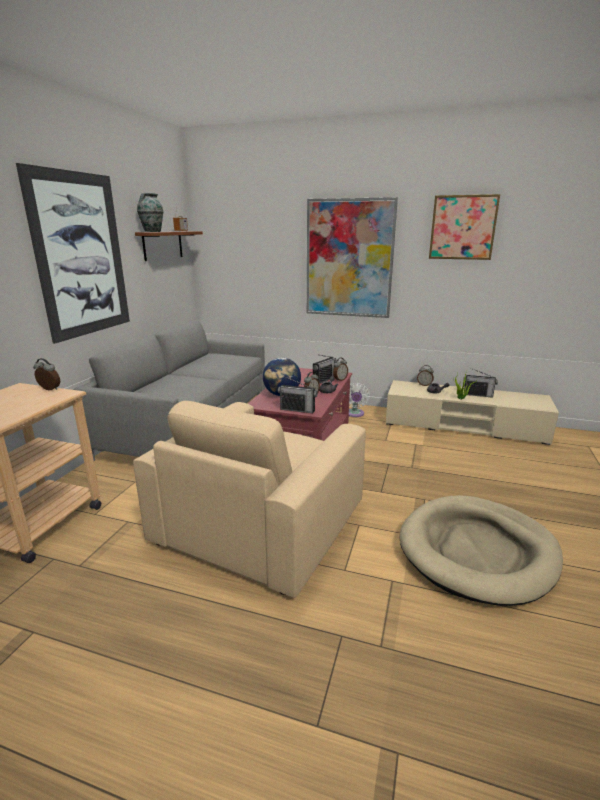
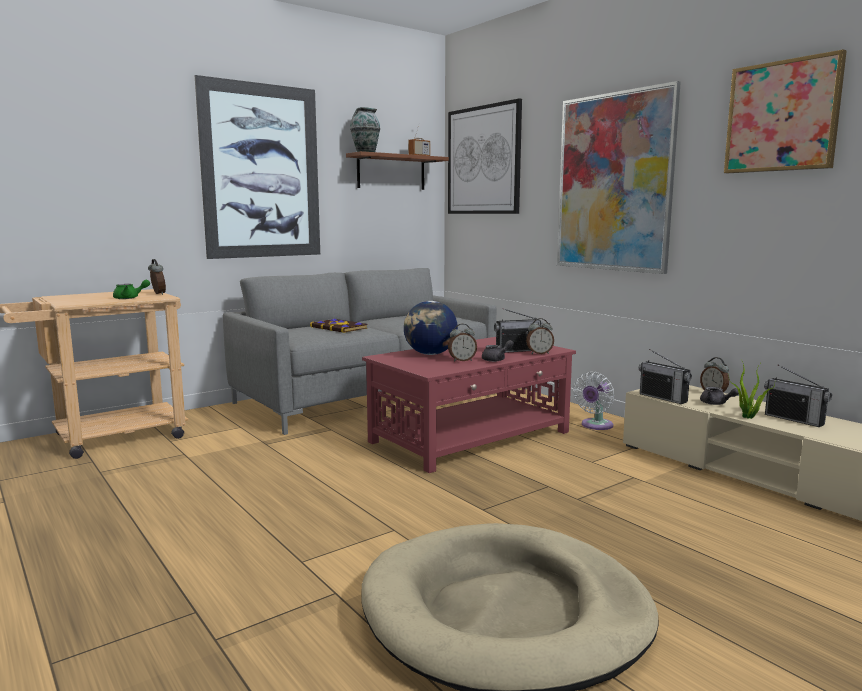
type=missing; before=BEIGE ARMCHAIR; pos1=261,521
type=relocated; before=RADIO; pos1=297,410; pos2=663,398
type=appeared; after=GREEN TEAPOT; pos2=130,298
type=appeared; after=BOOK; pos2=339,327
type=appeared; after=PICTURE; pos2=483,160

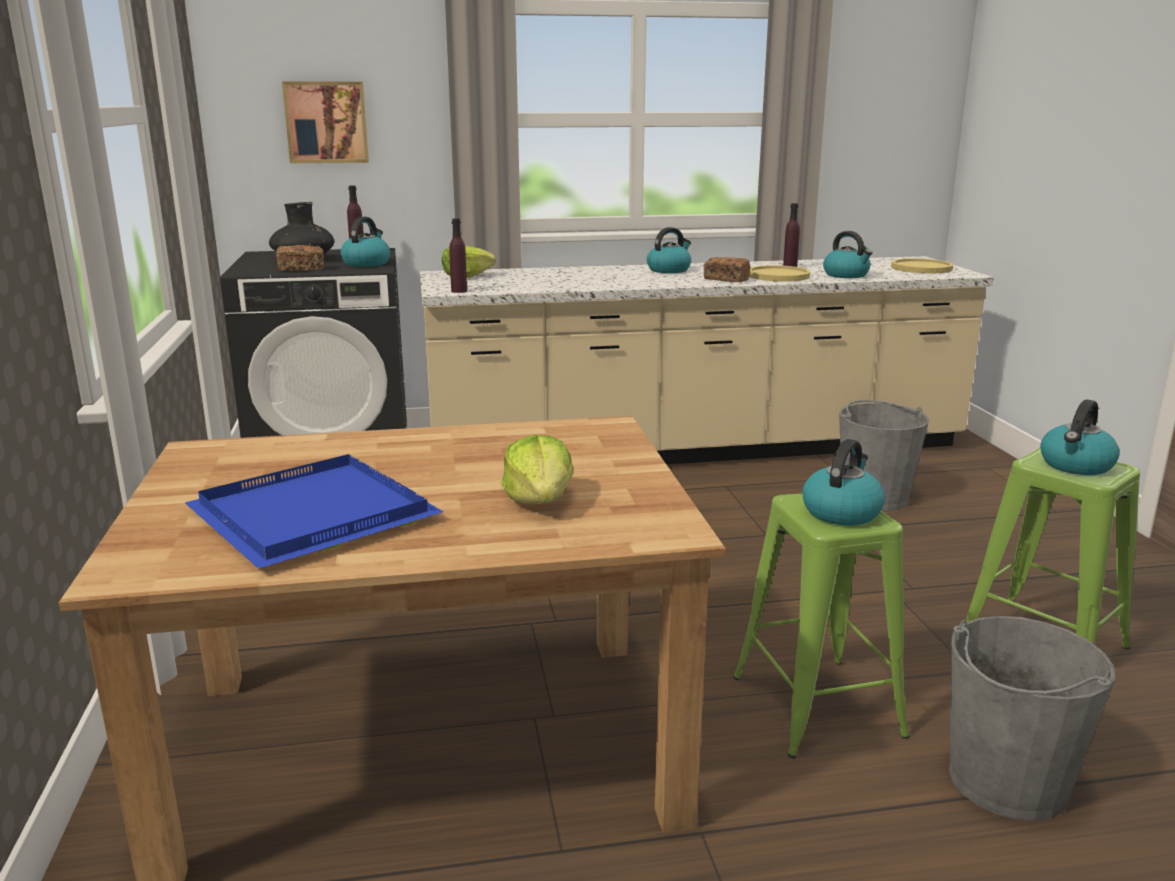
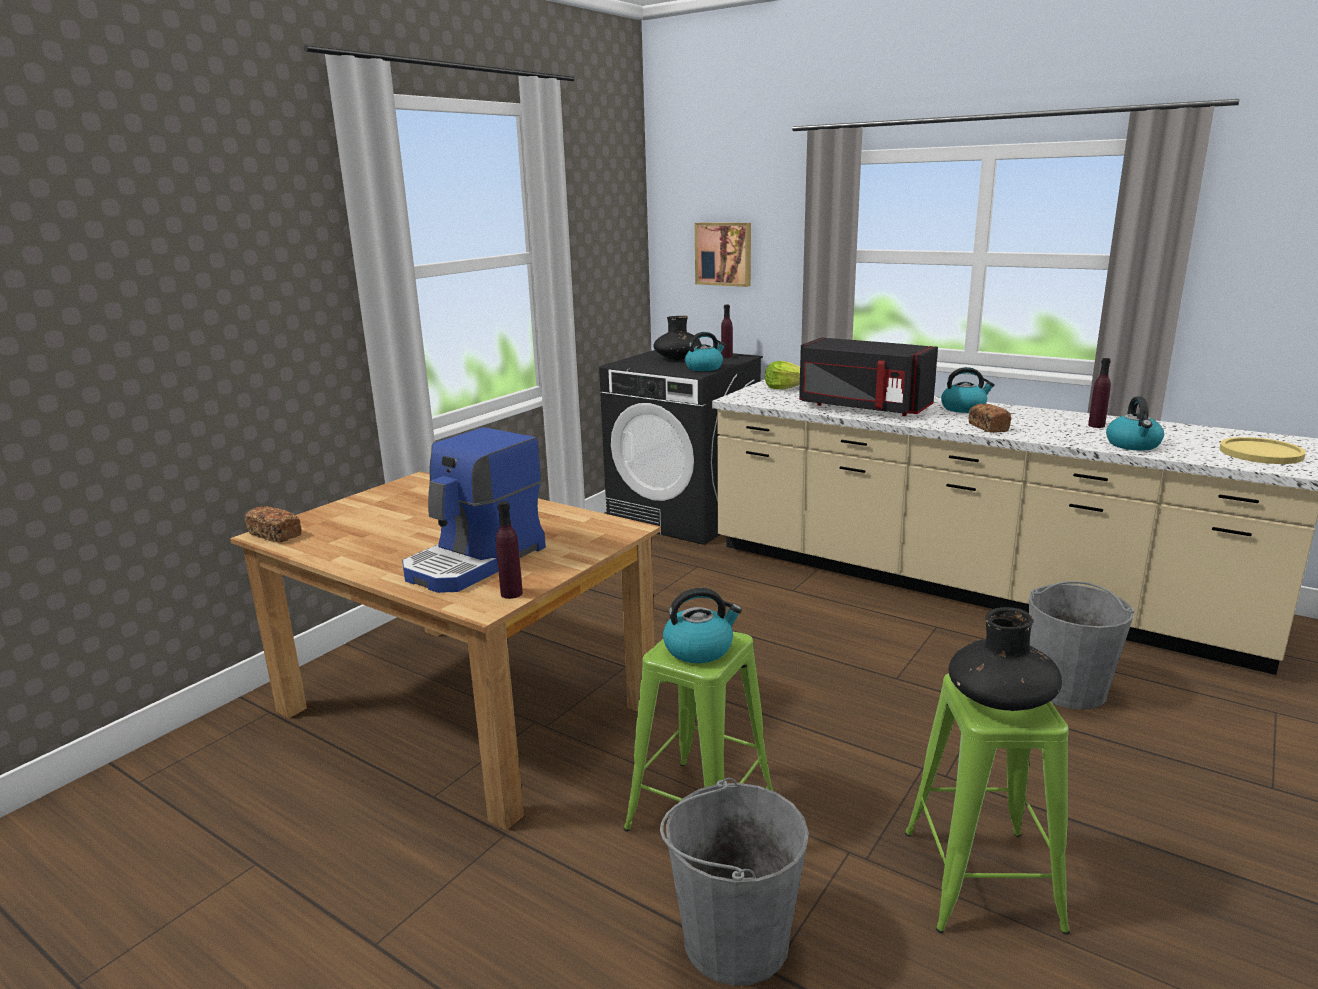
type=missing; before=BLUE TRAY; pos1=308,515
type=relocated; before=BREAD; pos1=301,269; pos2=275,535
type=relocated; before=PURPLE BOTTLE; pos1=459,291; pos2=511,593
type=exchanged; before=LETTUCE; after=COFFEE MACHINE; pos1=540,500; pos2=476,562
type=missing; before=YELLOW PLATE; pos1=778,275
type=exchanged; before=KETTLE; after=BLACK VASE; pos1=1076,465; pos2=1000,699
type=appeared; after=BLACK MICROWAVE; pos2=862,407

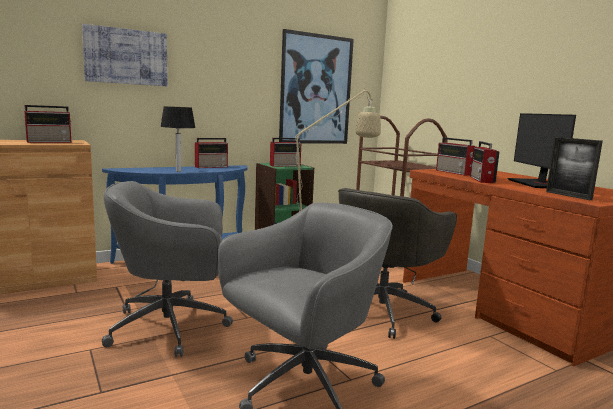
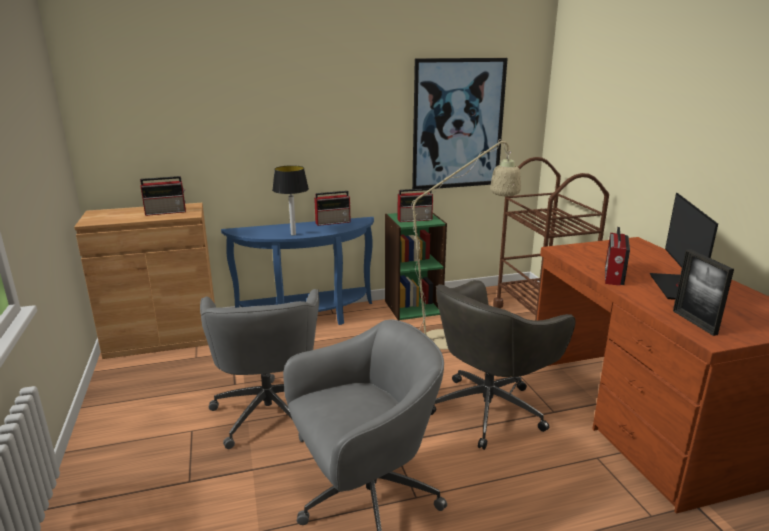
type=missing; before=PICTURE; pos1=126,56
type=spun; before=GREY OFFICE CHAIR; pos1=172,327; pos2=269,410; turn=-105
type=missing; before=RADIO; pos1=454,172

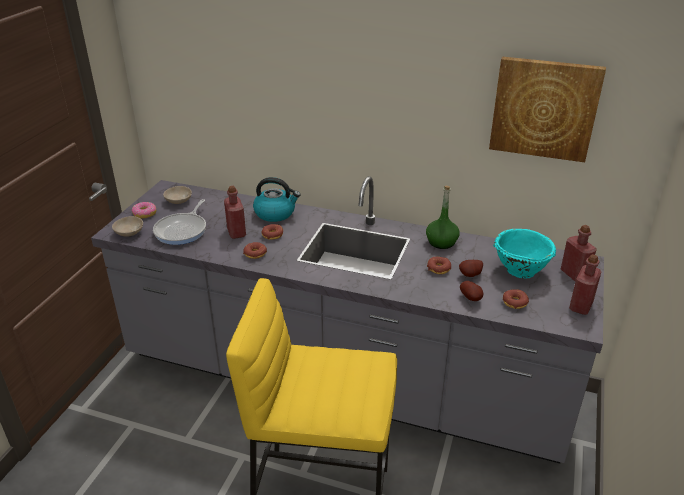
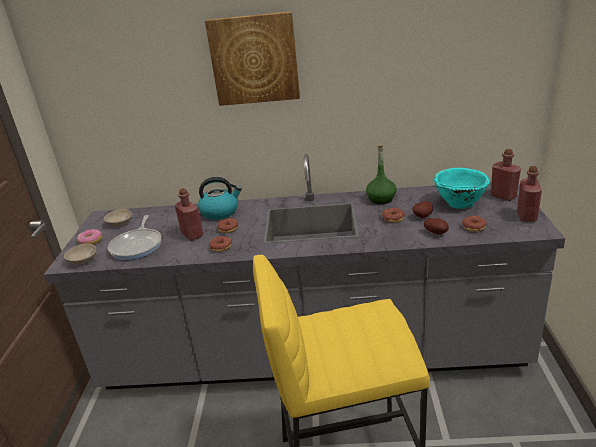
type=relocated; before=PICTURE; pos1=544,108; pos2=254,59

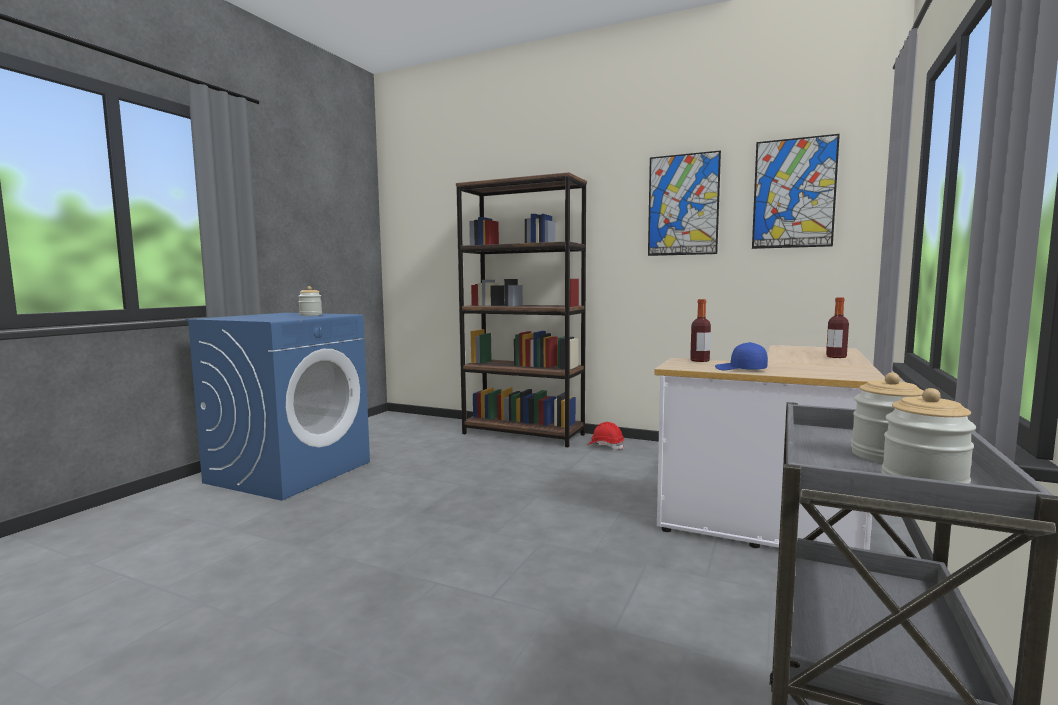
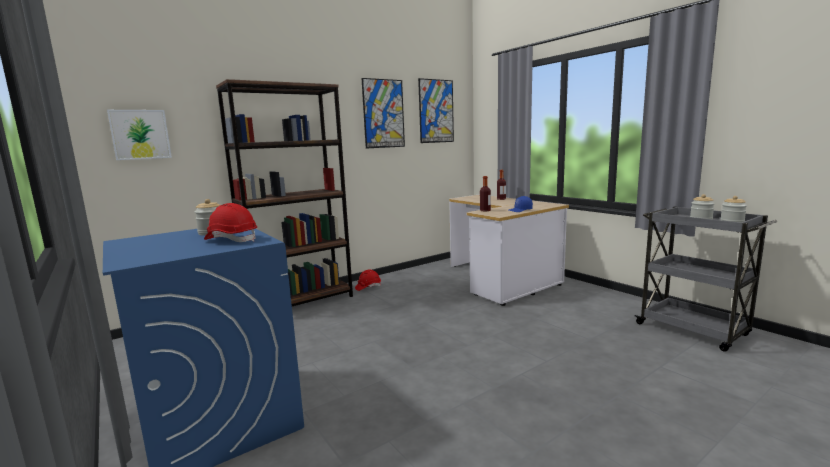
type=appeared; after=PICTURE; pos2=140,134
type=appeared; after=RED HARD HAT; pos2=232,240

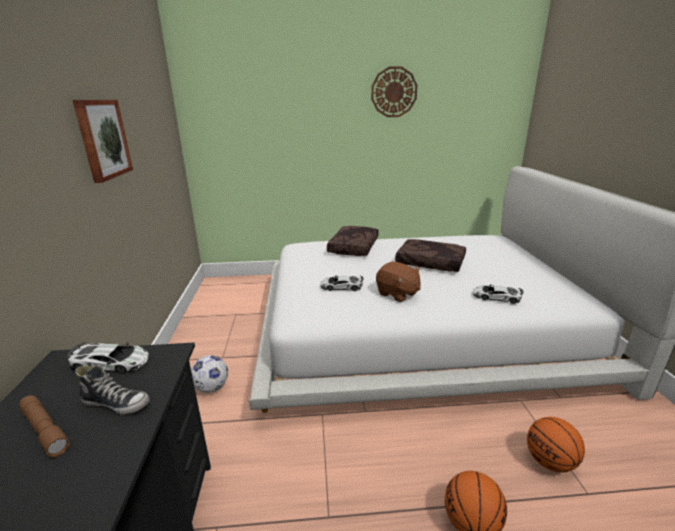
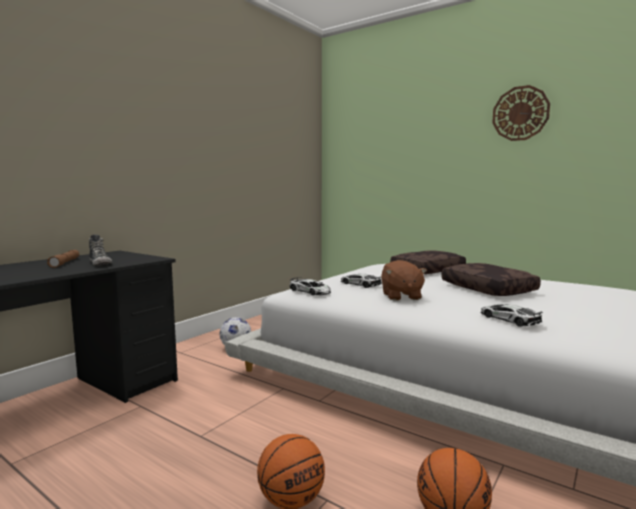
type=relocated; before=TOY CAR; pos1=112,363; pos2=310,291
type=missing; before=PICTURE; pos1=102,139

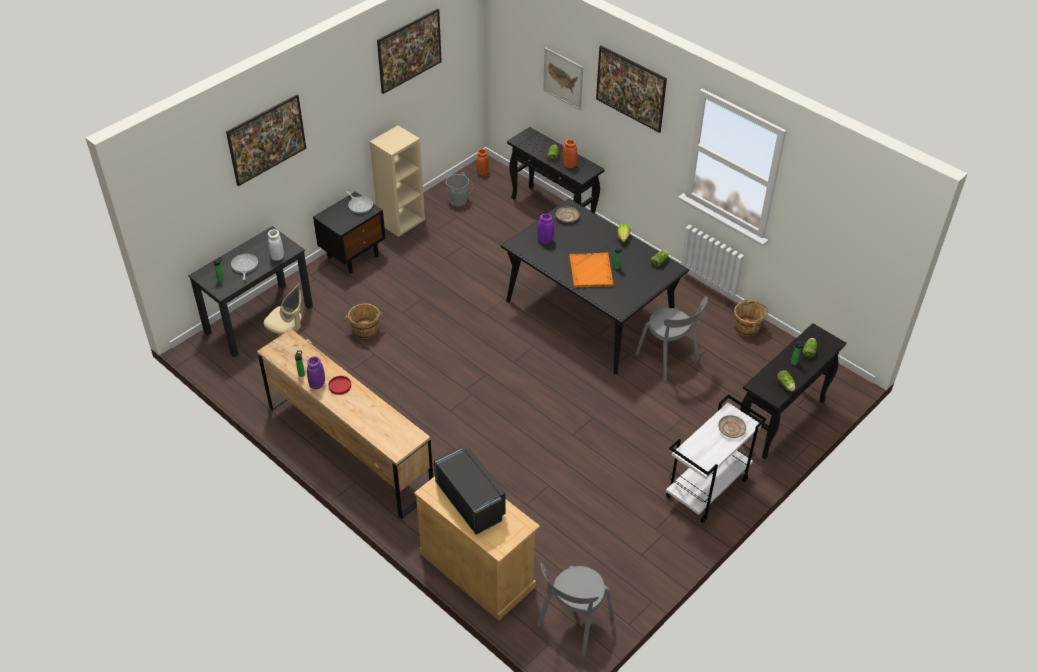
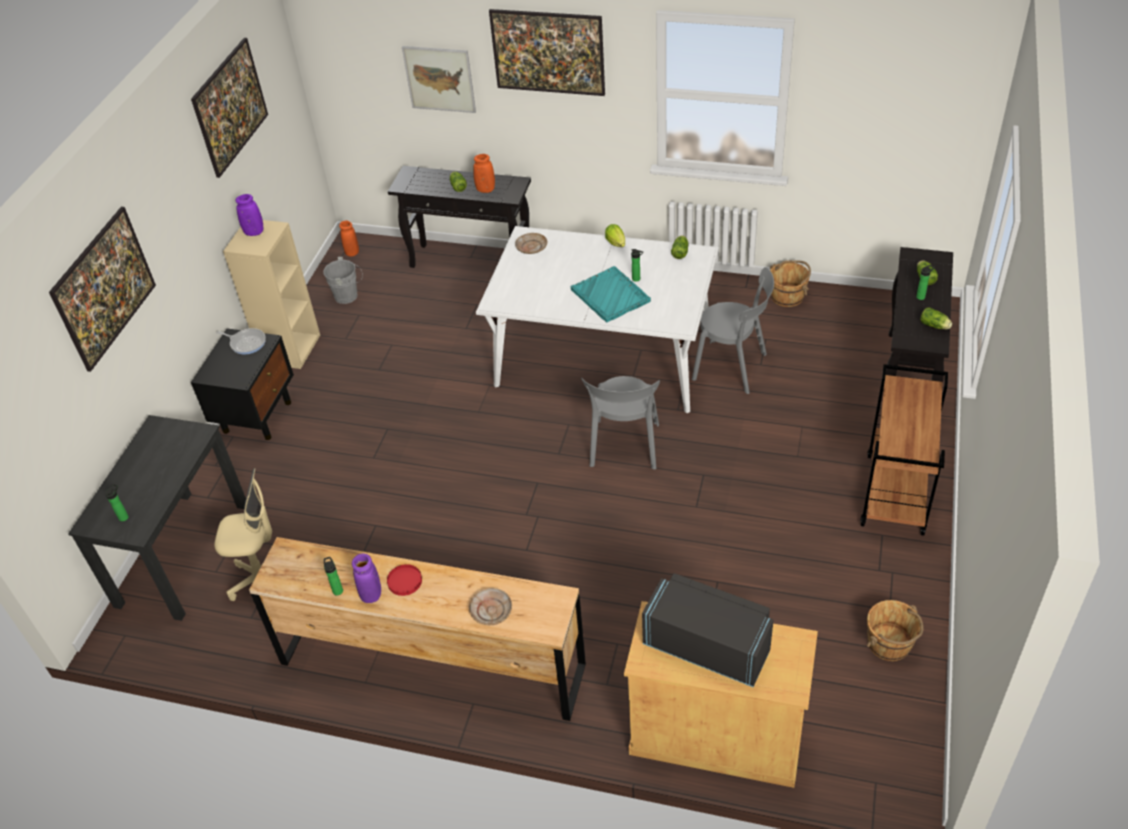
type=missing; before=FRYING PAN; pos1=244,266
type=missing; before=WHITE VASE; pos1=277,256
type=relocated; before=BROWN BUCKET; pos1=365,330; pos2=890,644
type=colour; before=BLACK DINING TABLE; after=WHITE DINING TABLE; pos1=590,313; pos2=605,356
type=relocated; before=PURPLE VASE; pos1=545,240; pos2=254,232
type=relocated; before=GREY CHAIR; pos1=573,623; pos2=624,448
type=colour; before=ORANGE TRAY; after=TURQUOISE TRAY; pos1=591,271; pos2=610,296
type=colour; before=WHITE CART; after=BROWN CART; pos1=707,489; pos2=895,495
type=relocated; before=BEIGE PLATE; pos1=731,429; pos2=491,610

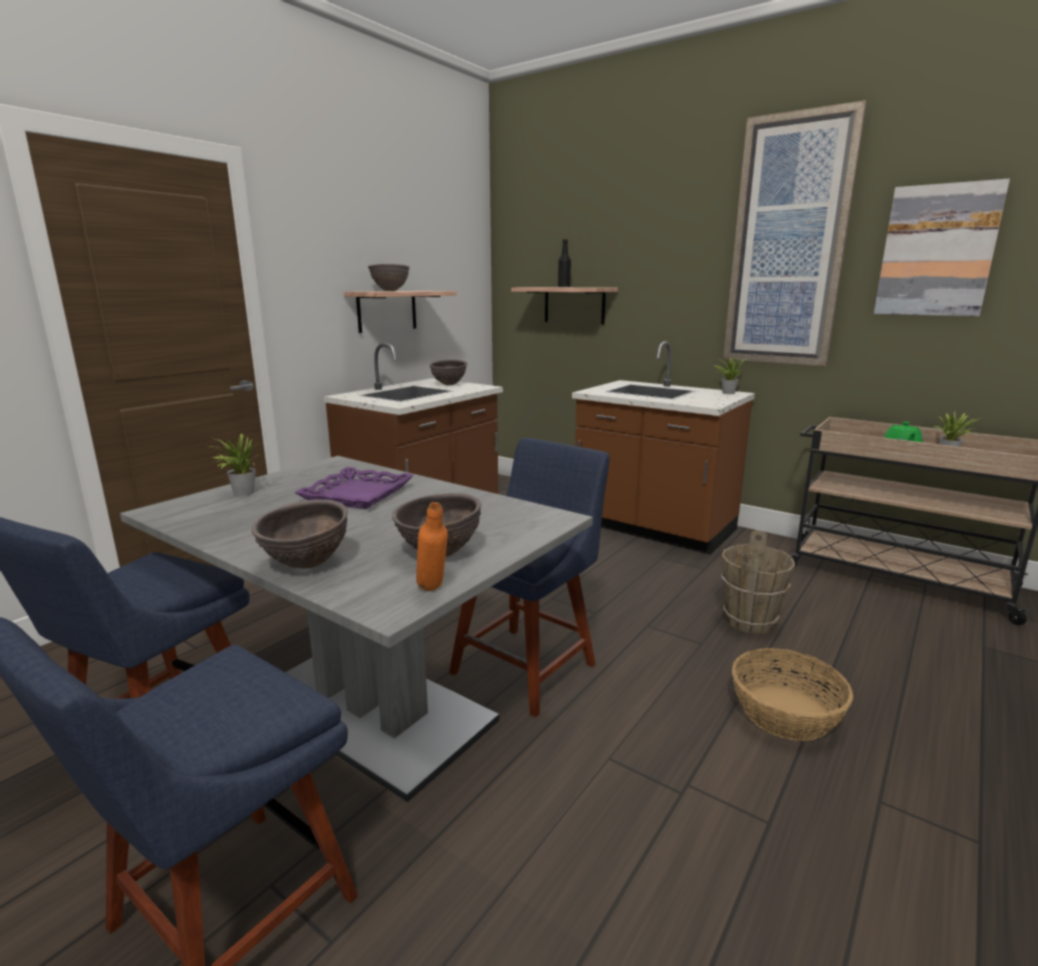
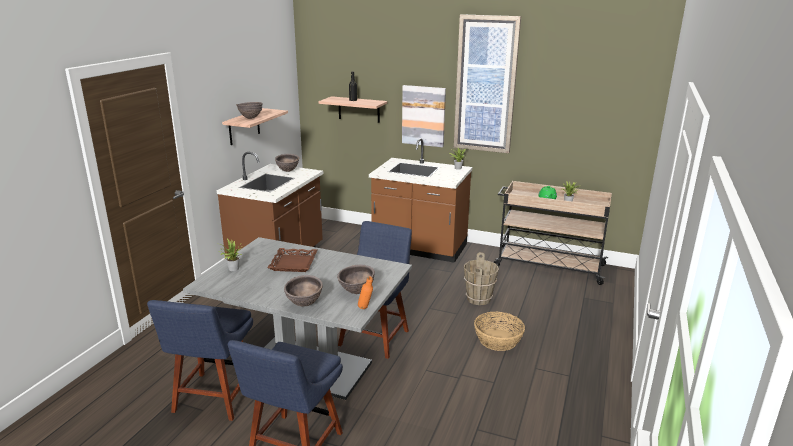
type=colour; before=PURPLE TRAY; after=BROWN TRAY; pos1=358,494; pos2=294,263
type=relocated; before=PICTURE; pos1=937,251; pos2=423,116

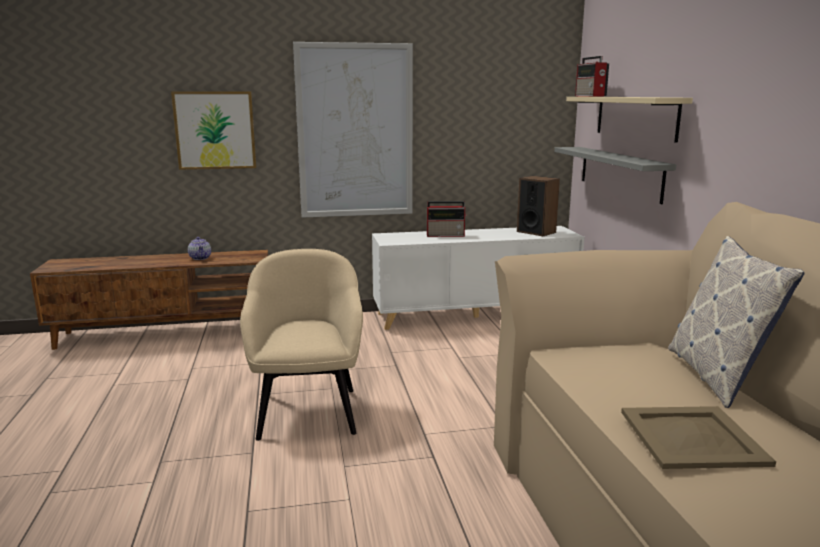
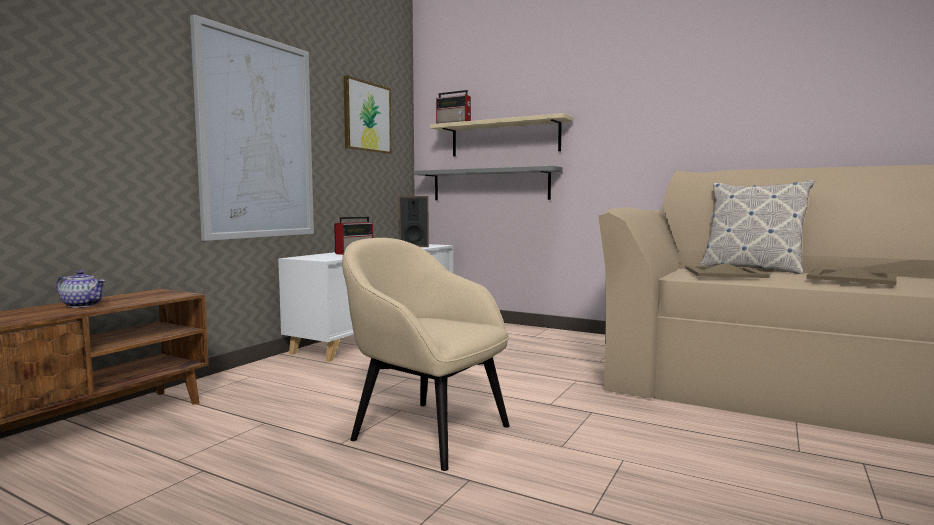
type=relocated; before=PICTURE; pos1=215,130; pos2=367,117
type=appeared; after=BEIGE TRAY; pos2=724,273

